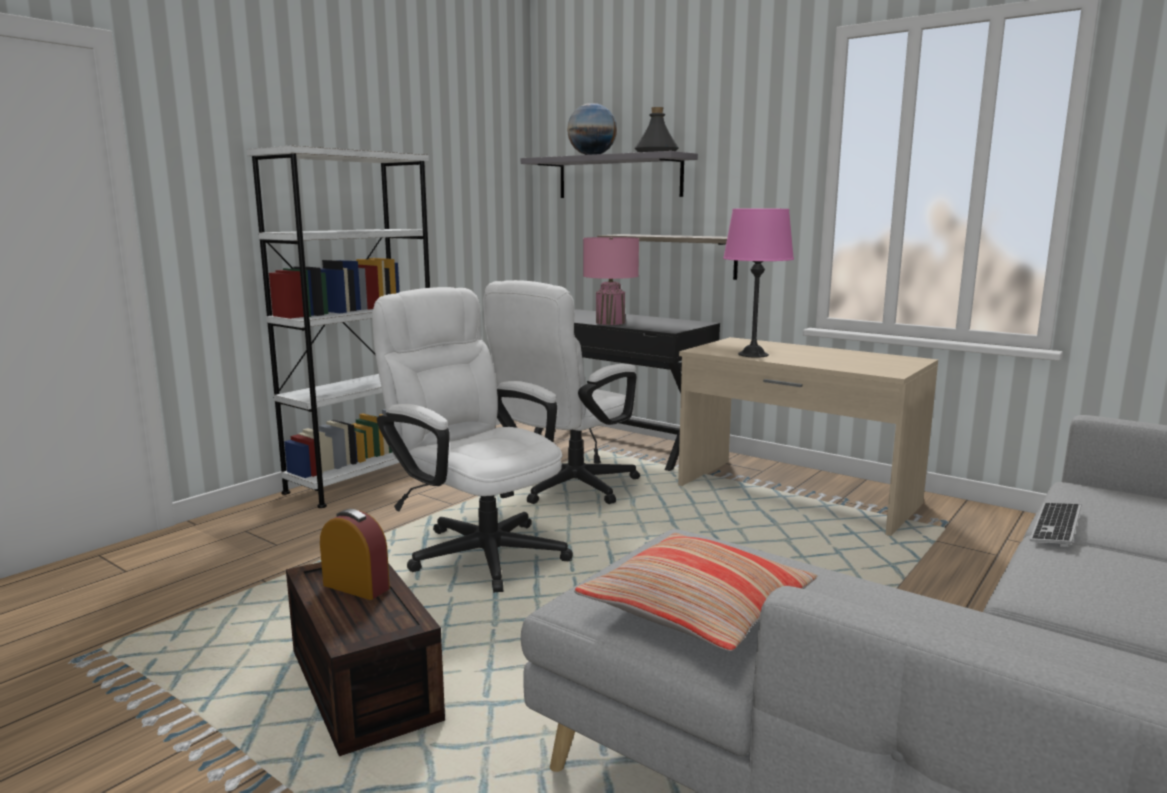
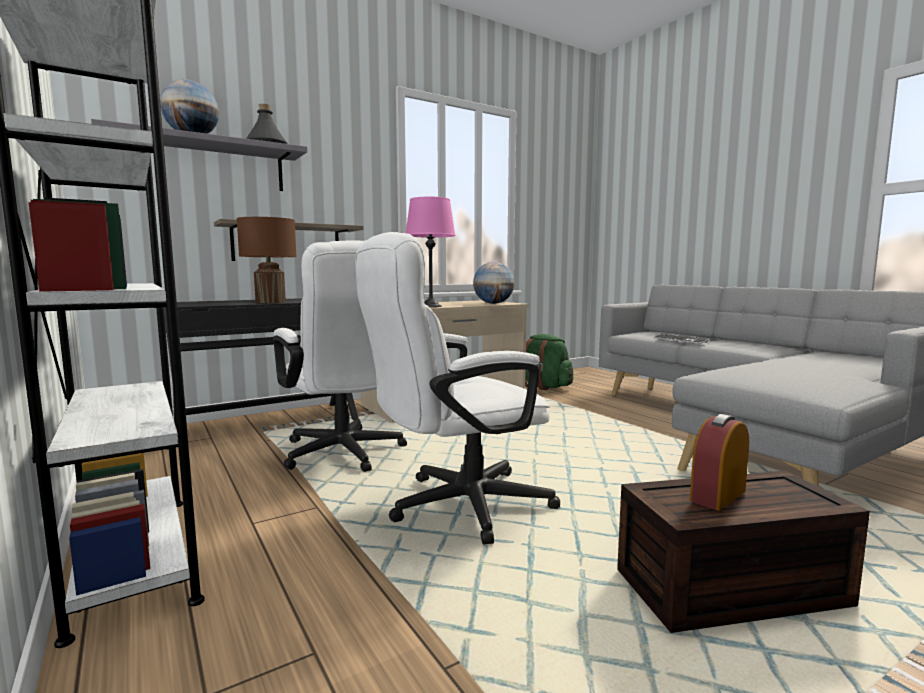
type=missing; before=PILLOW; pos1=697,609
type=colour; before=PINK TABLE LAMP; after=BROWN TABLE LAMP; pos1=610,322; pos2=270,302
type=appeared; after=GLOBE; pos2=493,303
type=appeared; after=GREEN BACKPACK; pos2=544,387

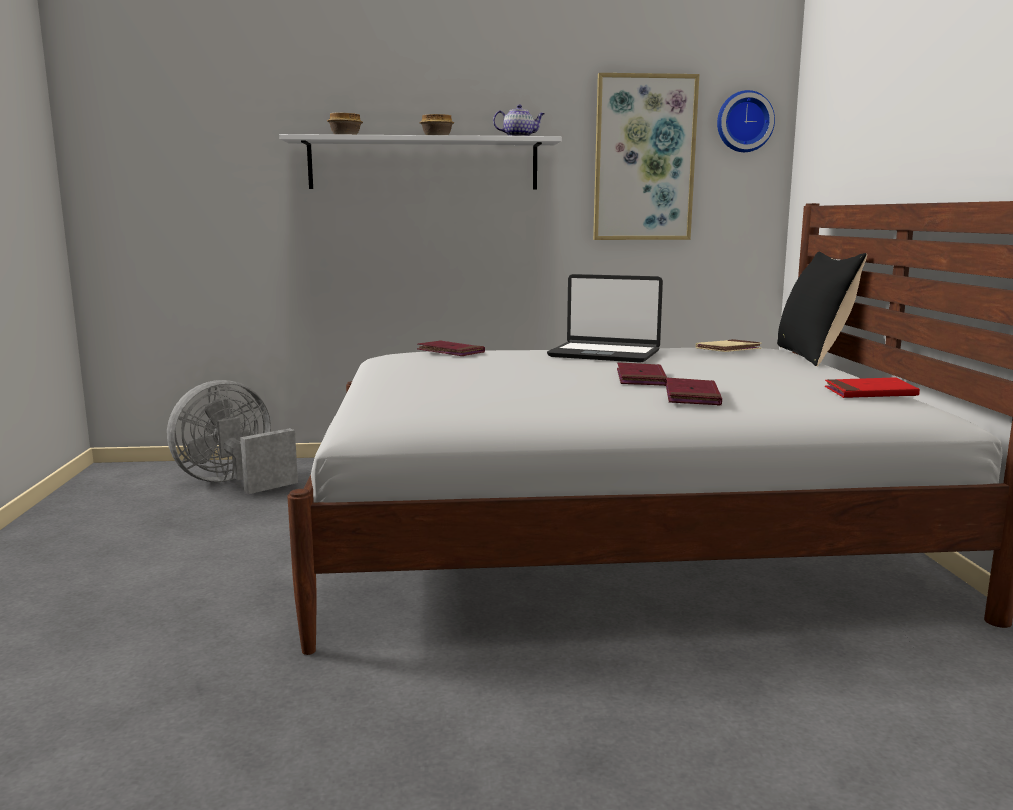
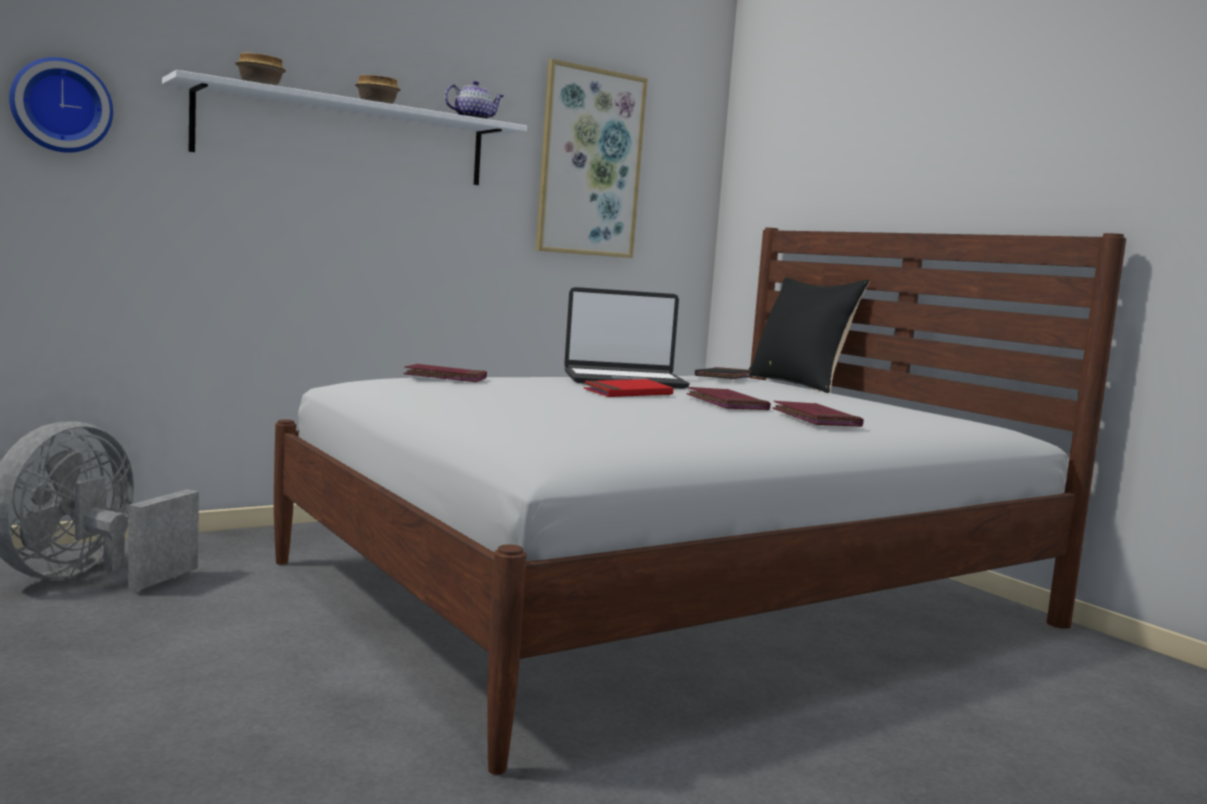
type=colour; before=BEIGE BOOK; after=BLACK BOOK; pos1=728,349; pos2=723,377
type=relocated; before=WALL CLOCK; pos1=743,122; pos2=61,106
type=relocated; before=RED BOOK; pos1=870,393; pos2=628,393

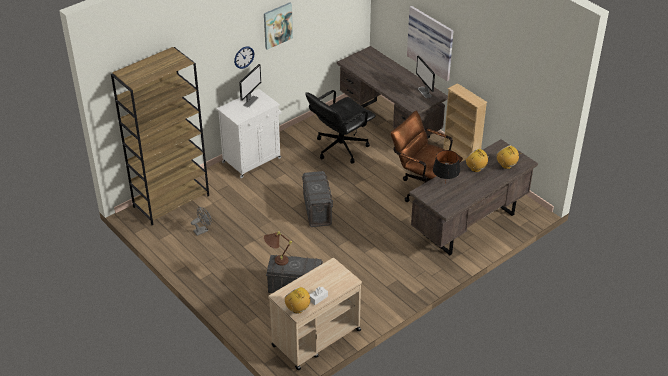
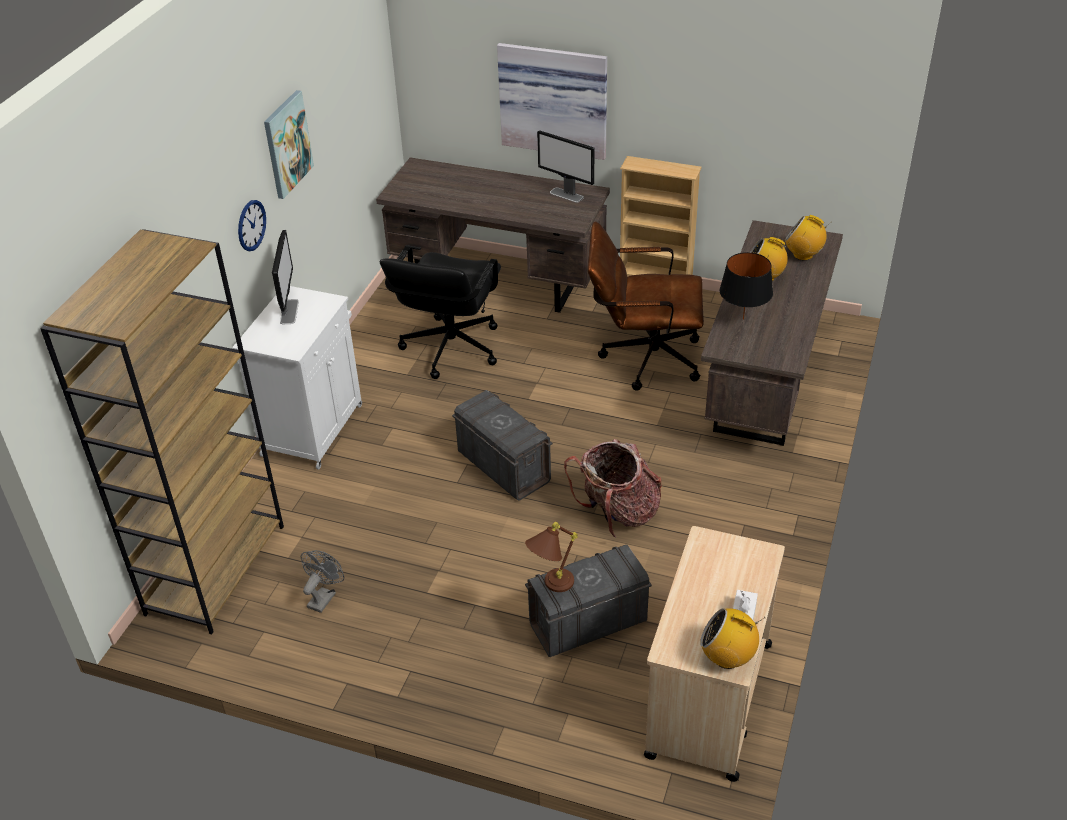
type=appeared; after=BACKPACK; pos2=617,513

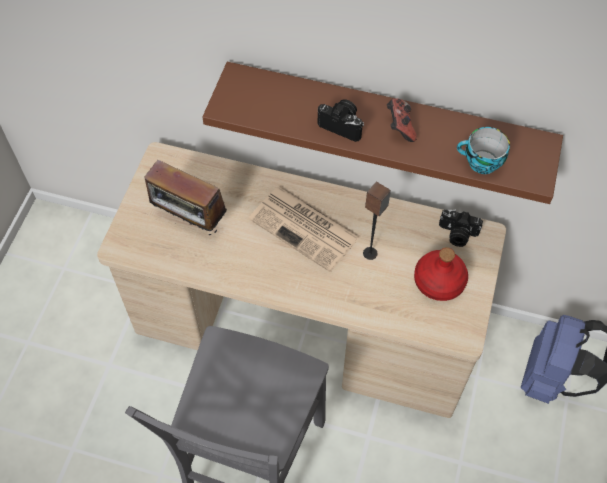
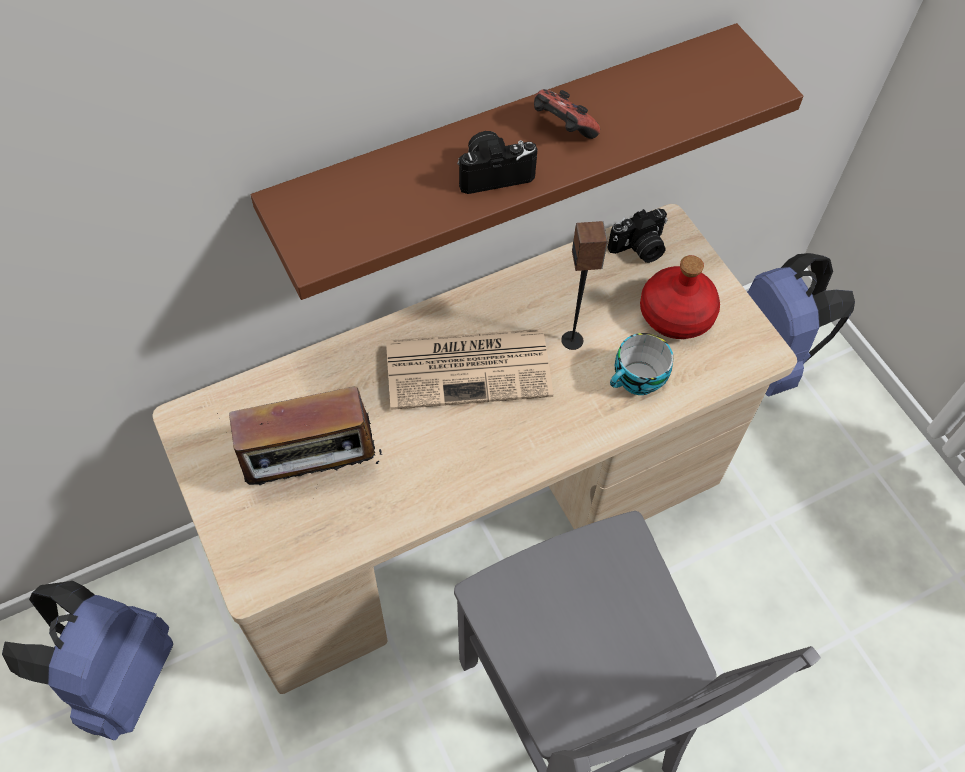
type=relocated; before=CUP; pos1=480,163; pos2=637,381
type=appeared; after=BLUE BACKPACK; pos2=118,678

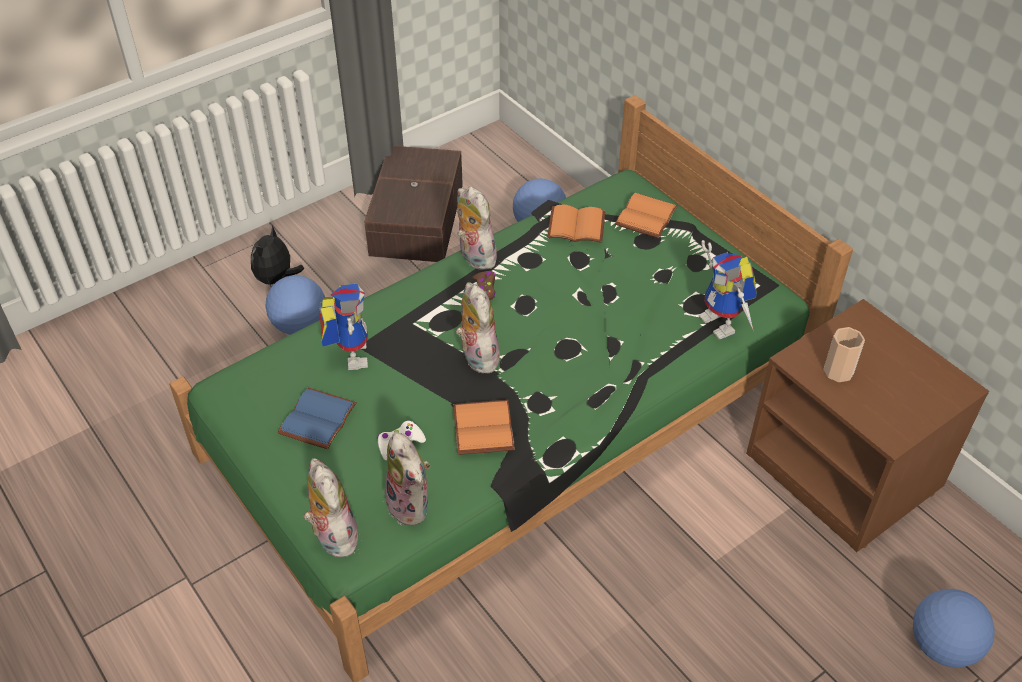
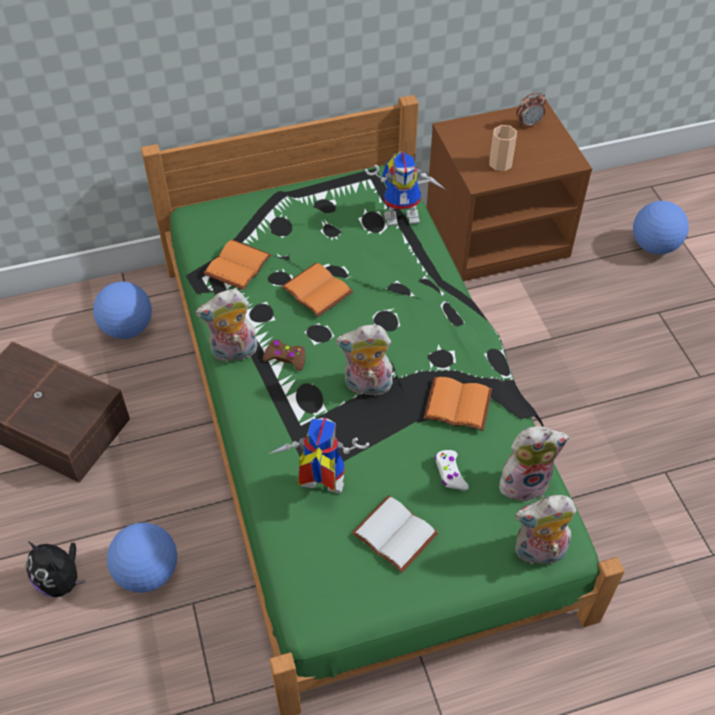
type=colour; before=BLUE BOOK; after=WHITE BOOK; pos1=316,418; pos2=392,535
type=relocated; before=ORANGE BOOK; pos1=647,218; pos2=319,290
type=appeared; after=ALARM CLOCK; pos2=528,124

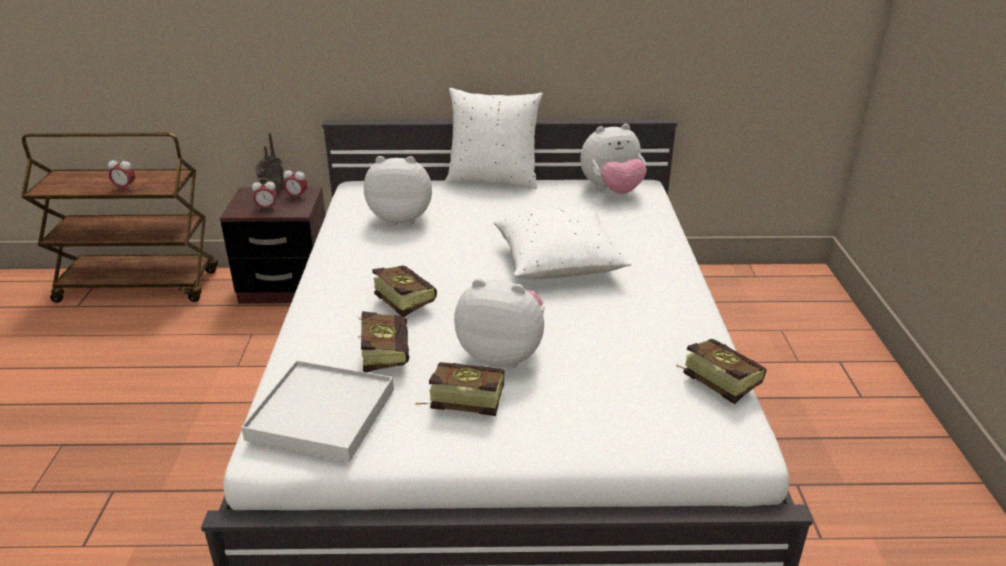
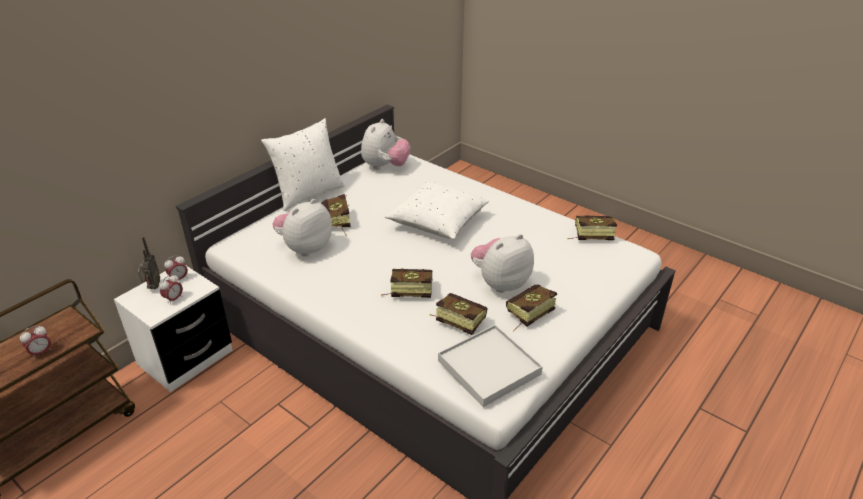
type=colour; before=BROWN NIGHTSTAND; after=WHITE NIGHTSTAND; pos1=286,287; pos2=185,357
type=appeared; after=BOOK; pos2=337,224

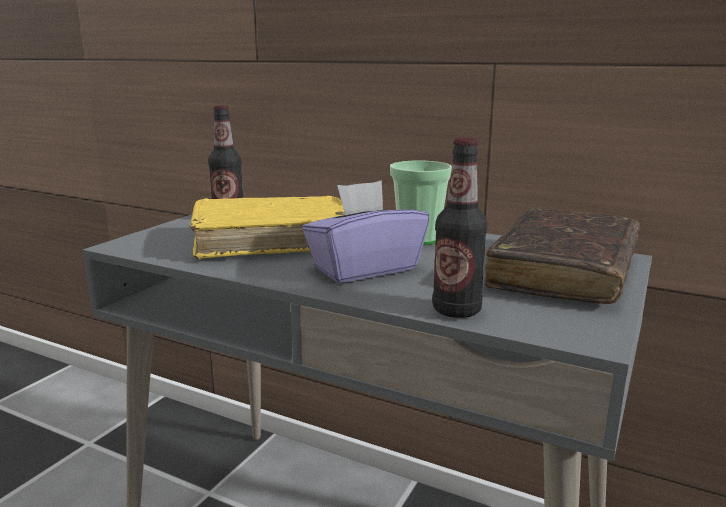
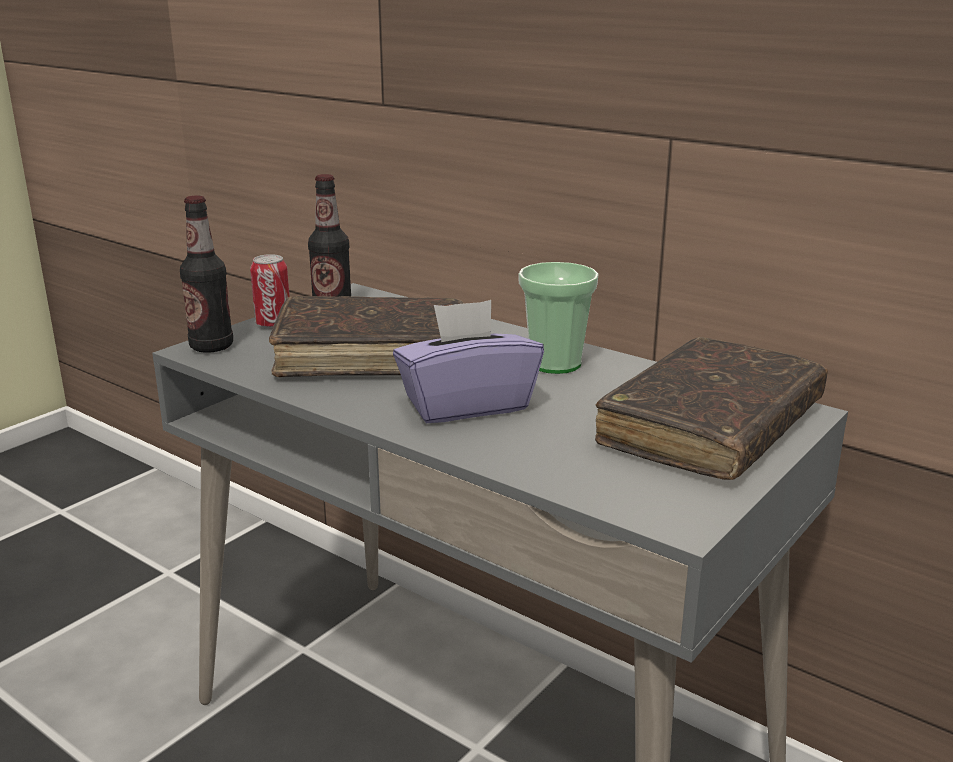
type=colour; before=YELLOW BOOK; after=BROWN BOOK; pos1=272,241; pos2=373,355
type=relocated; before=BOTTLE; pos1=456,310; pos2=211,347
type=appeared; after=CAN; pos2=273,324

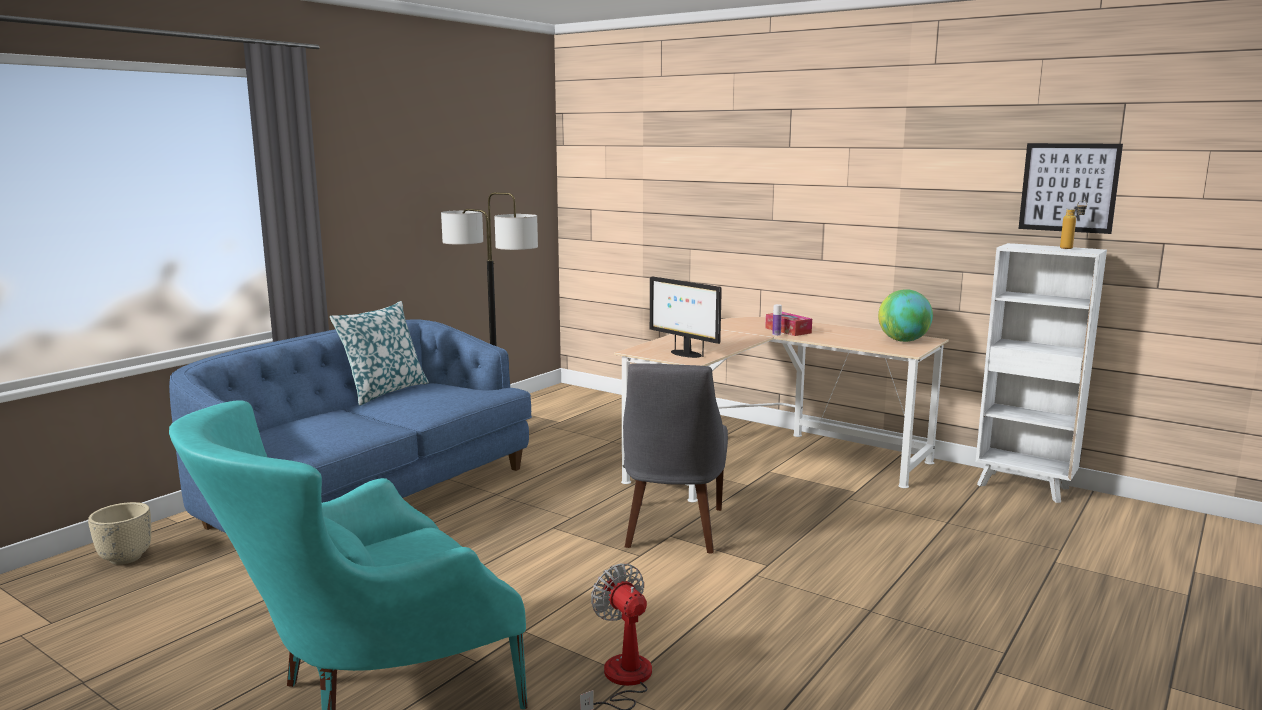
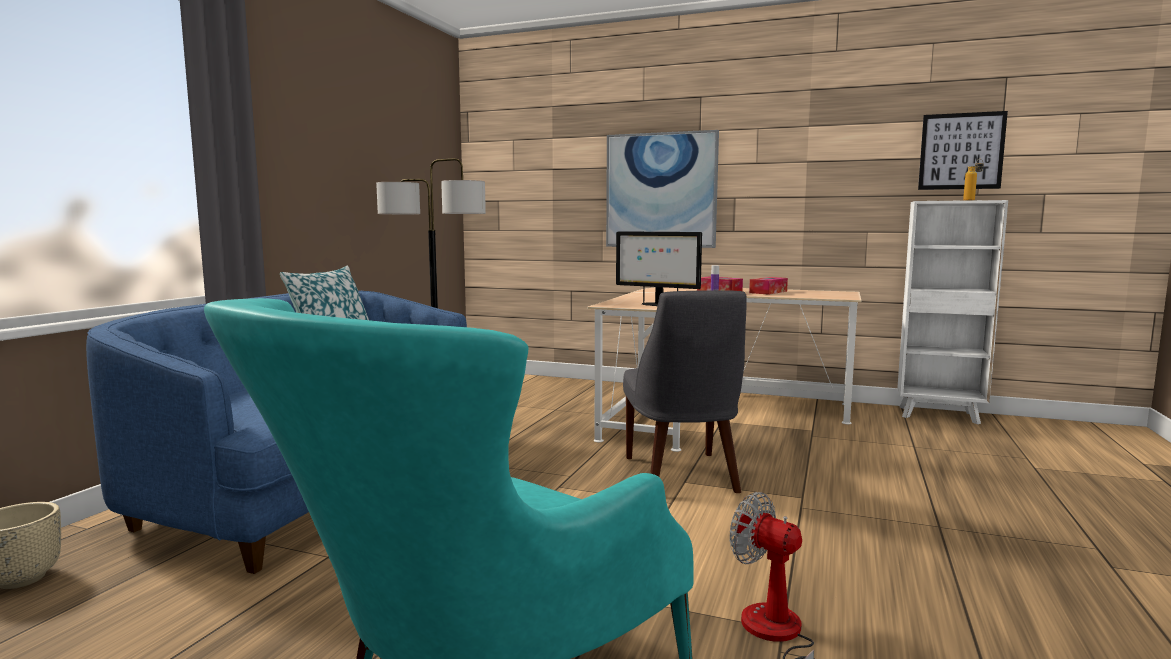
type=missing; before=GLOBE; pos1=903,341
type=appeared; after=PICTURE; pos2=661,190
type=appeared; after=TISSUE BOX; pos2=768,292

